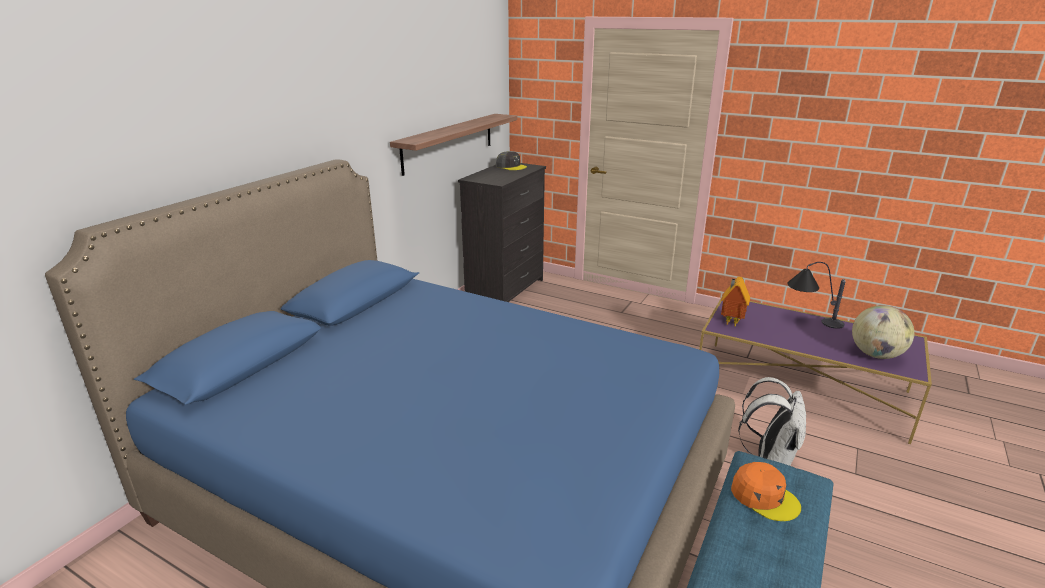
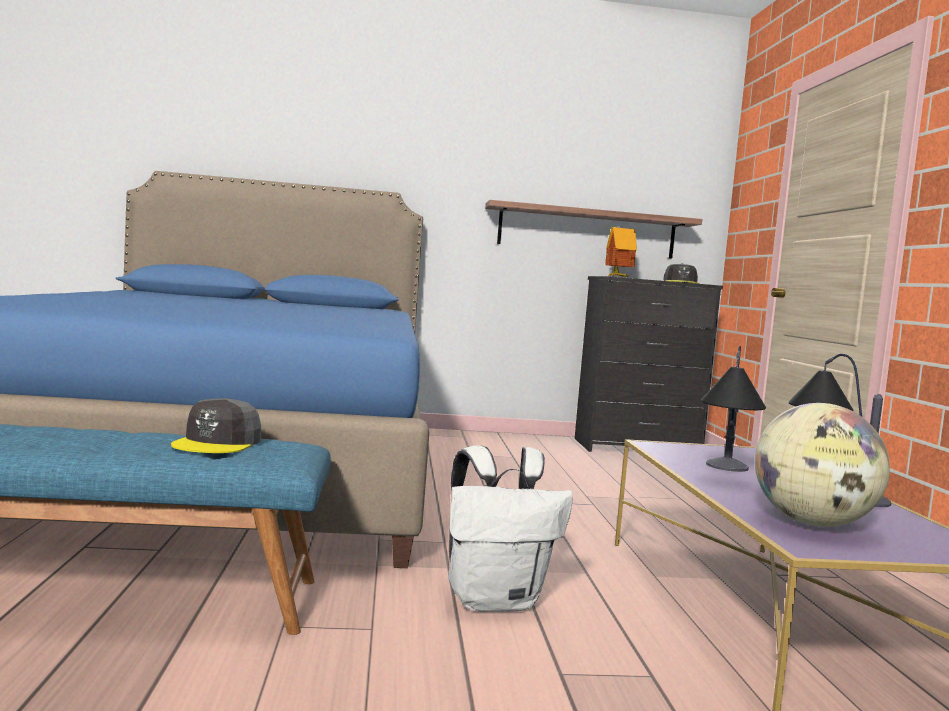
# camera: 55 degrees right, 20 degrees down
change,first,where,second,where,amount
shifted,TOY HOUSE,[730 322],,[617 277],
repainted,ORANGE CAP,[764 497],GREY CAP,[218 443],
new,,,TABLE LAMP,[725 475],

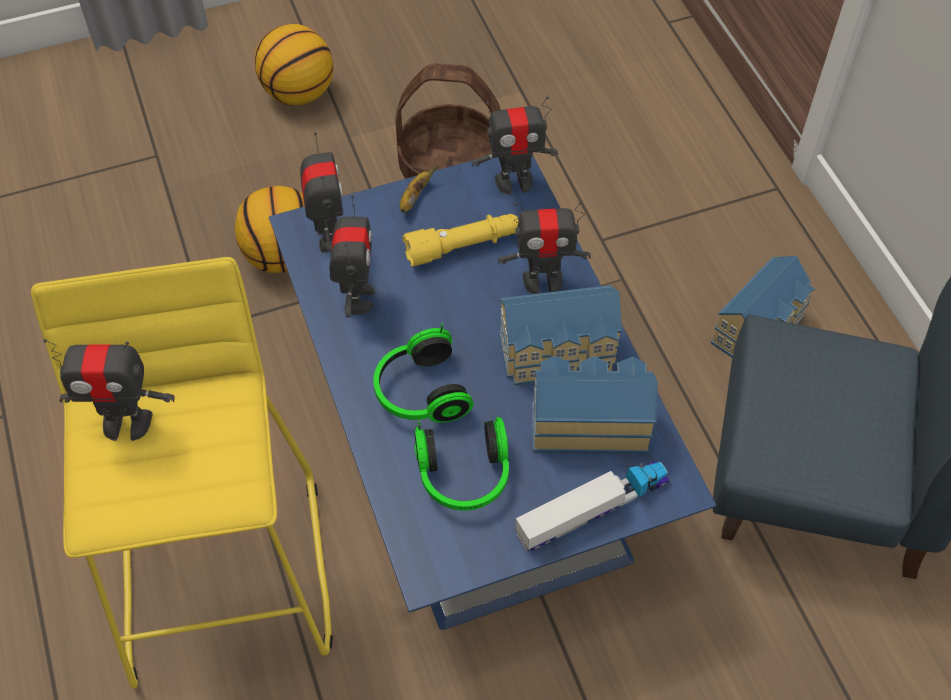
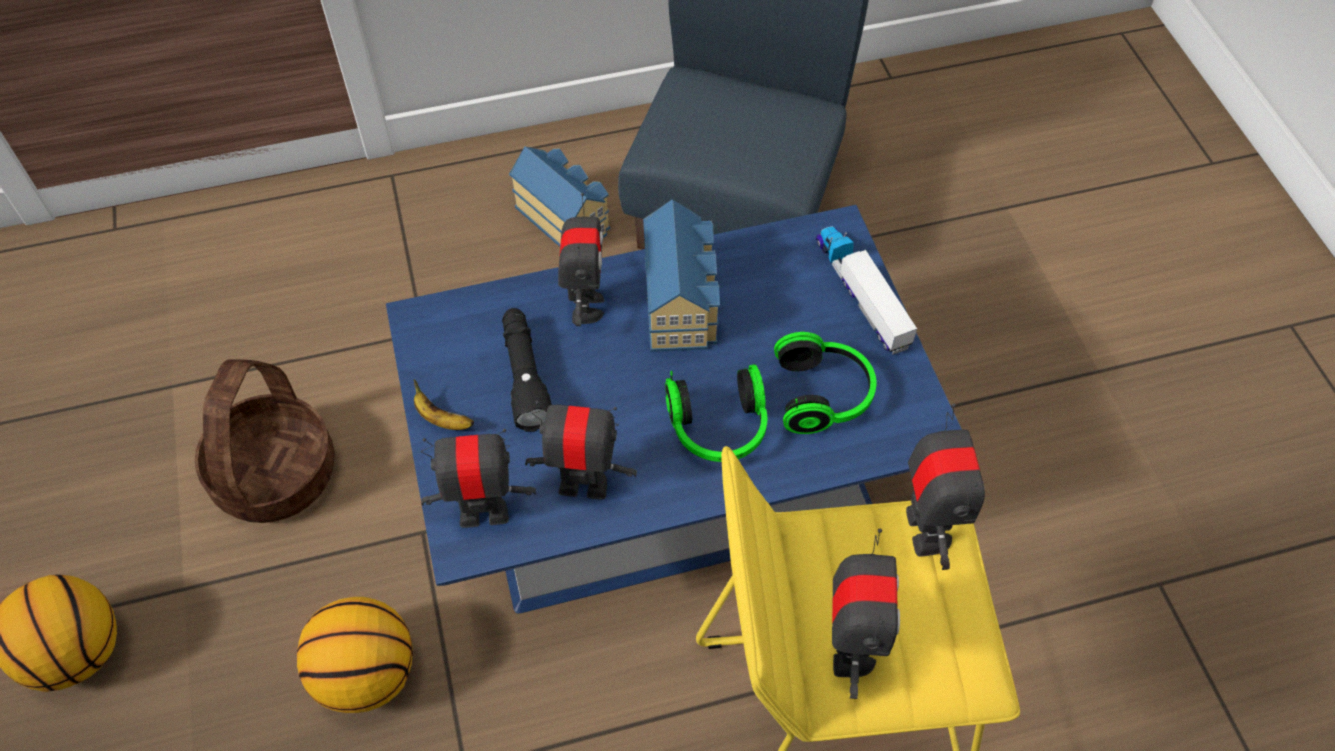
# camera: 85 degrees left, 0 degrees up
change,first,where,second,where,amount
shifted,TOY ROBOT,[514 181],,[926 530],
repainted,YELLOW FLASHLIGHT,[462 246],BLACK FLASHLIGHT,[525 376],
gone,TOY HOUSE,[588 422],,,

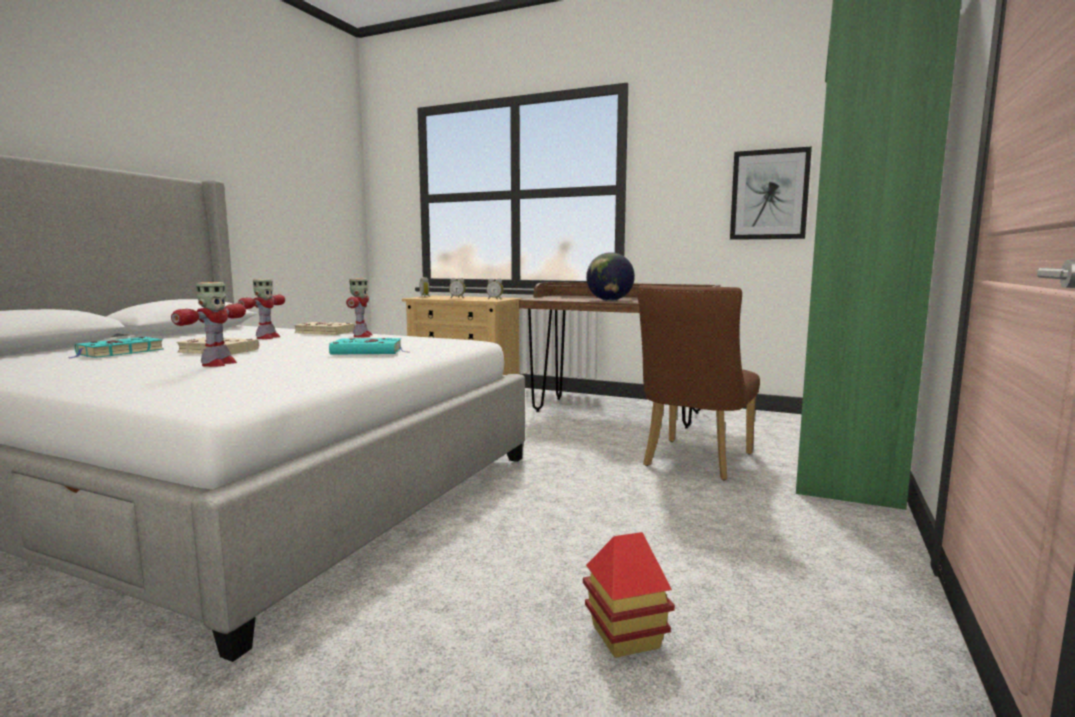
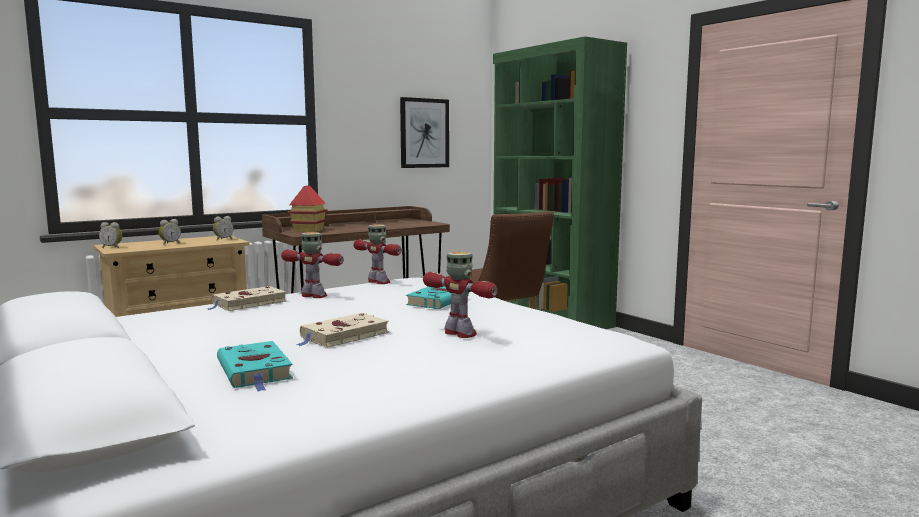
# camera: 60 degrees left, 0 degrees up
change,first,where,second,where,amount
gone,GLOBE,[609 300],,,
shifted,TOY ROBOT,[267 337],,[379 282],
shifted,TOY HOUSE,[625 636],,[308 230],

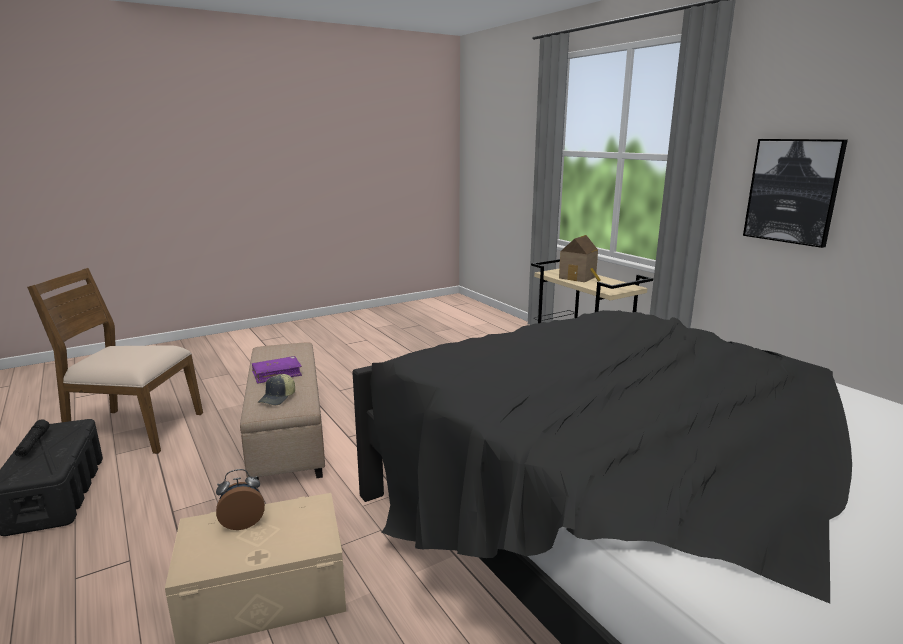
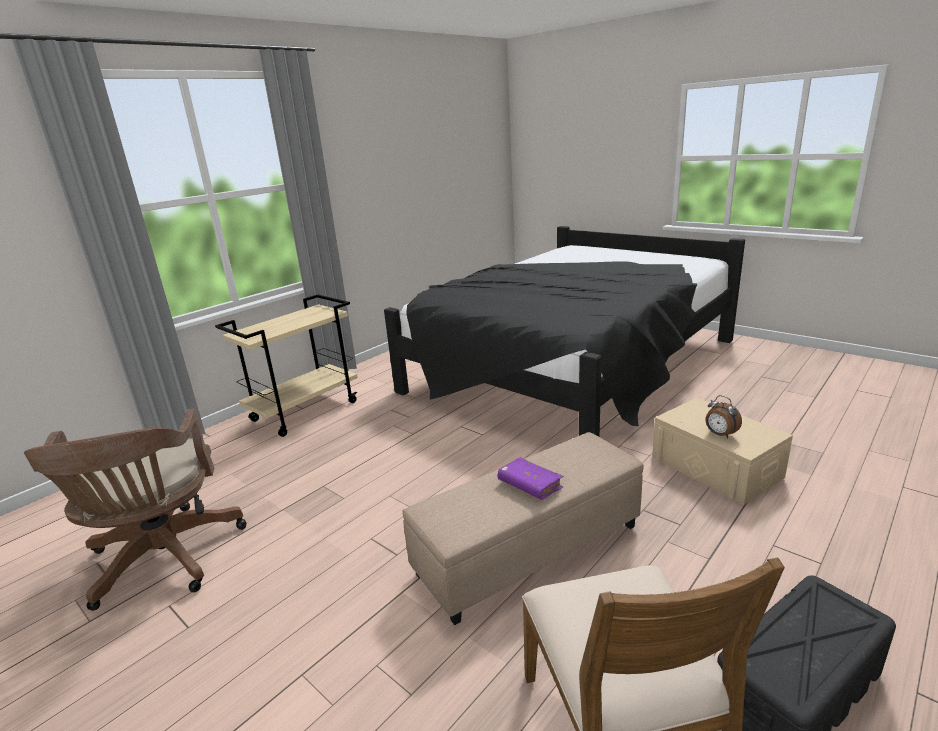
# camera: 105 degrees left, 5 degrees up
change,first,where,second,where,amount
gone,PICTURE,[792 191],,,
gone,TOY HOUSE,[579 278],,,
gone,CAP,[278 398],,,
gone,BLACK FLASHLIGHT,[33 444],,,
new,,,BROWN OFFICE CHAIR,[164 561],

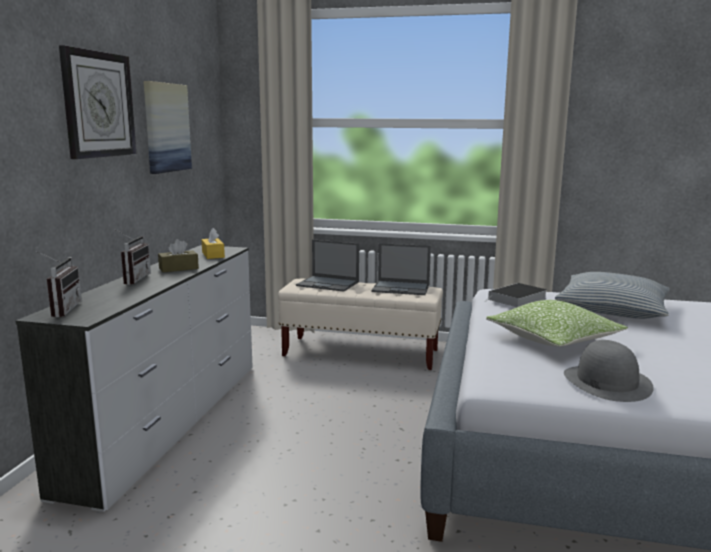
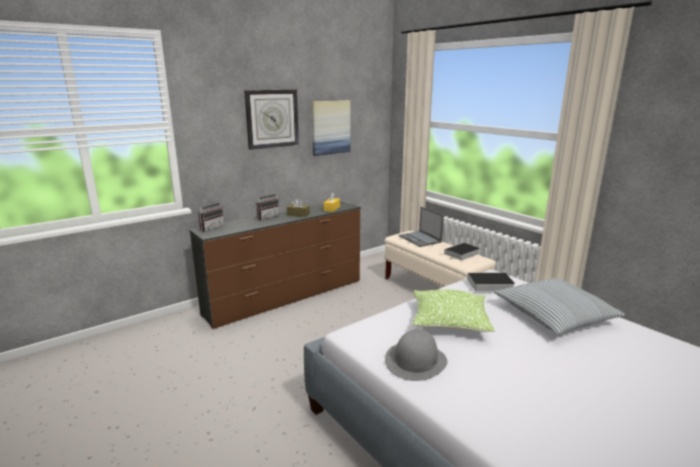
# camera: 40 degrees right, 5 degrees up
change,first,where,second,where,amount
swapped,LAPTOP,[401 288],BOOK,[461 254],
repainted,WHITE DRESSER,[170 421],BROWN DRESSER,[286 297],

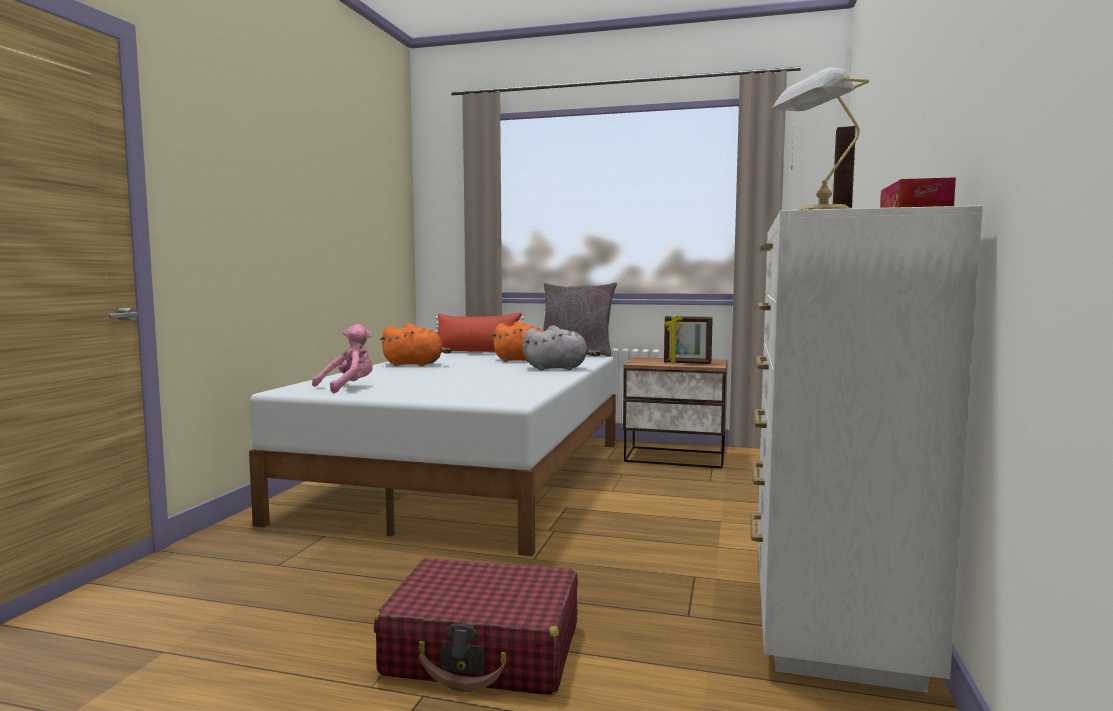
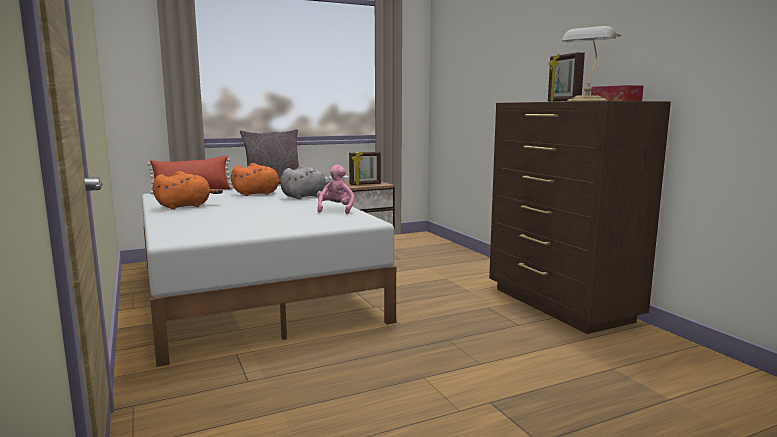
# camera: 40 degrees left, 5 degrees up
change,first,where,second,where,amount
repainted,WHITE DRESSER,[828 612],BROWN DRESSER,[560 305],
shifted,PINK PLUSH TOY,[348 387],,[335 210],
gone,RED SUITCASE,[484 650],,,

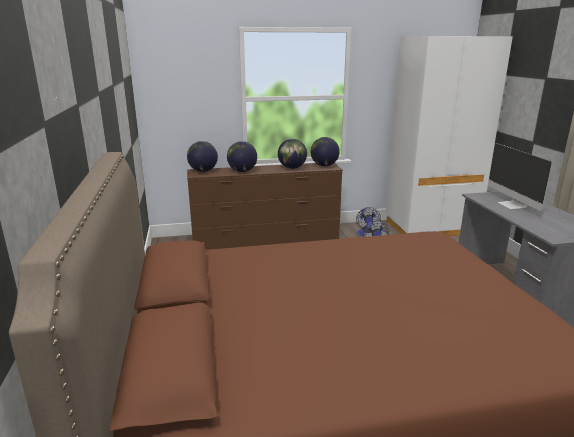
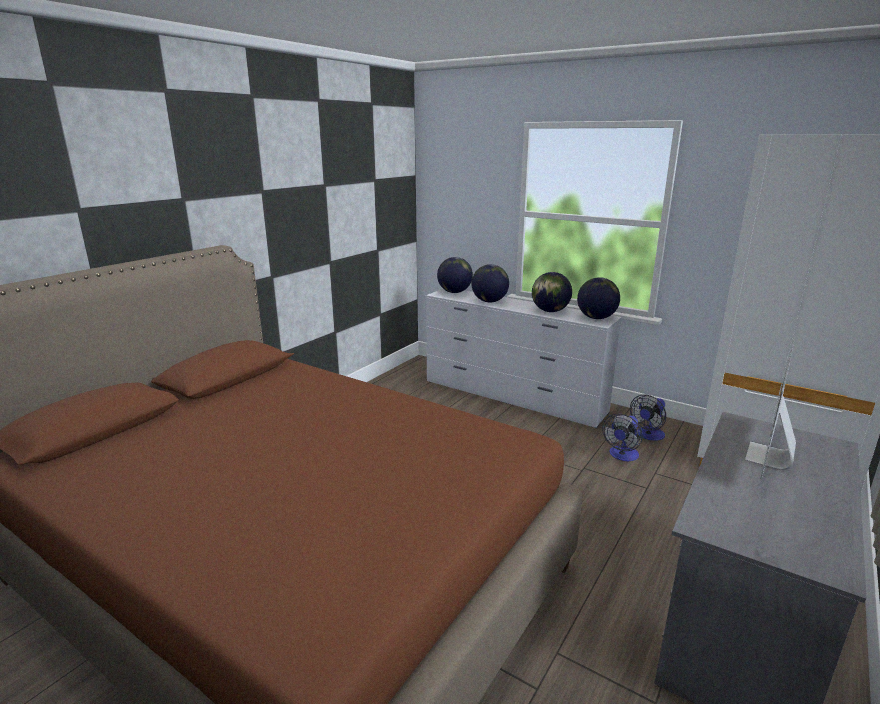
# camera: 45 degrees right, 0 degrees up
change,first,where,second,where,amount
repainted,BROWN DRESSER,[266 241],WHITE DRESSER,[512 397],

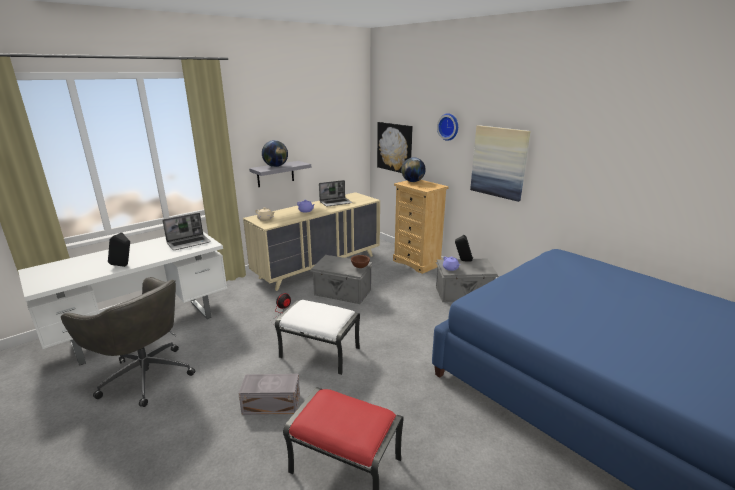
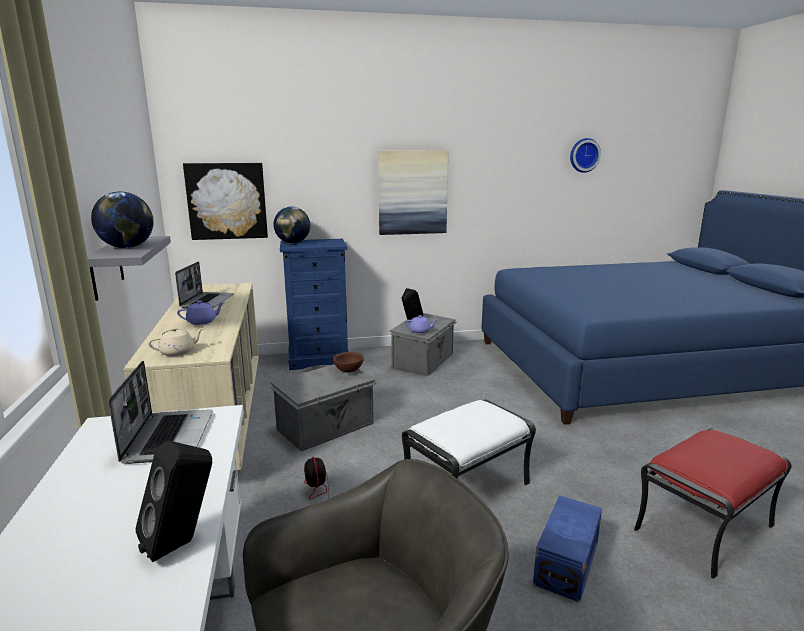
# camera: 60 degrees left, 5 degrees down
change,first,where,second,where,amount
shifted,WALL CLOCK,[449 126],,[584 155],
repainted,BEIGE DRESSER,[417 262],BLUE DRESSER,[319 359],
repainted,GREY STORAGE BOX,[271 403],BLUE STORAGE BOX,[565 563],

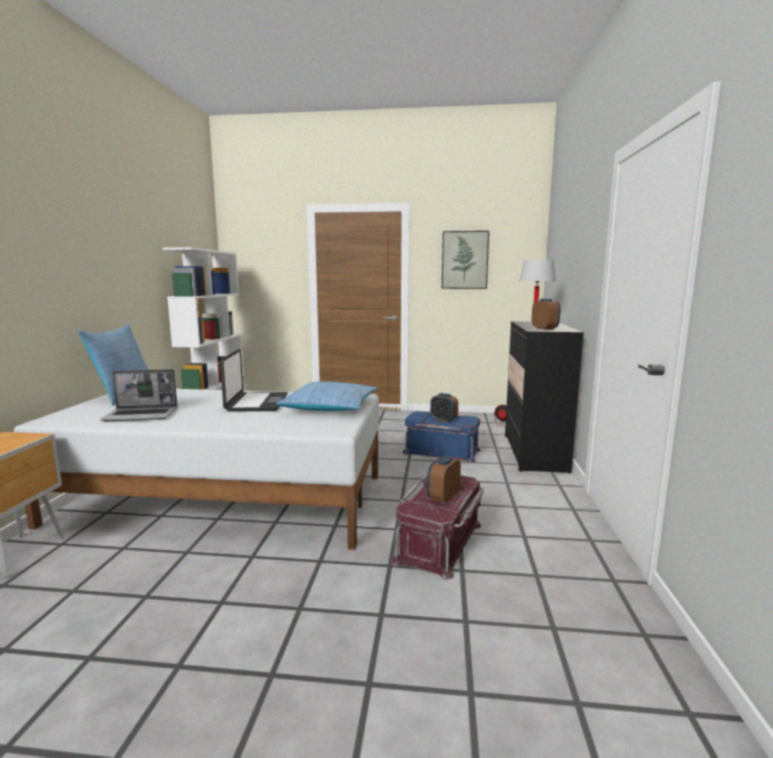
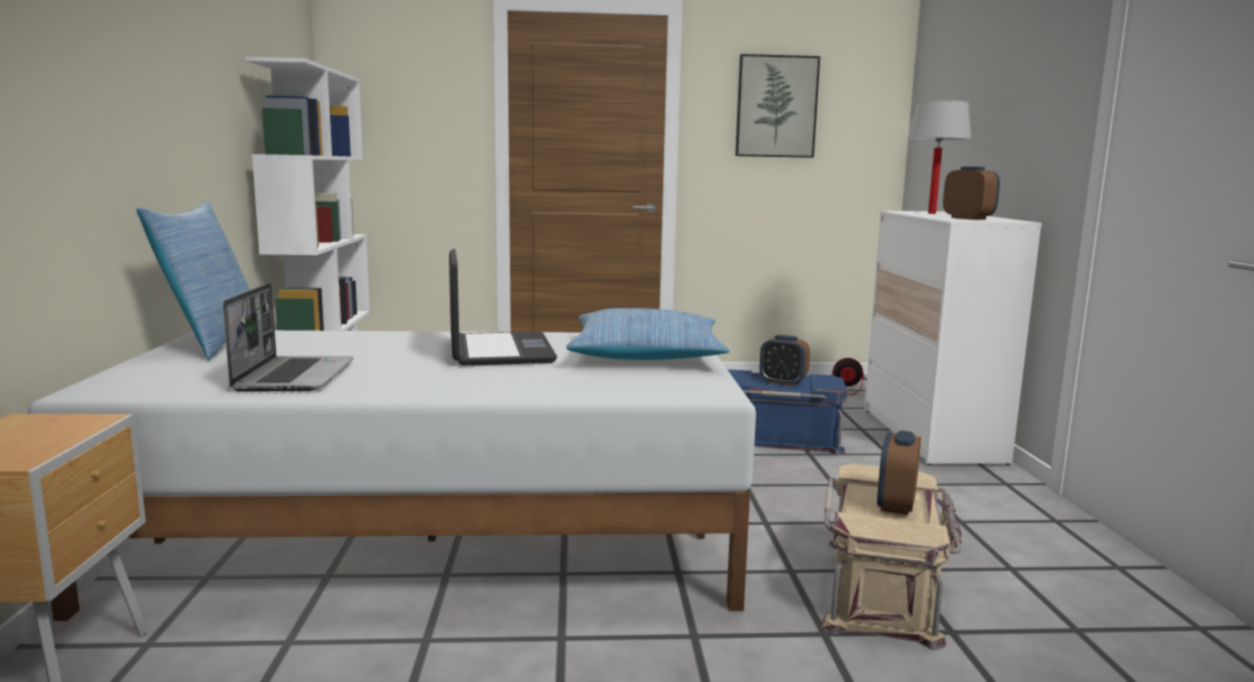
# camera: 10 degrees left, 0 degrees up
change,first,where,second,where,amount
repainted,BLACK DRESSER,[534 453],WHITE DRESSER,[930 435],
rotated,LAPTOP,[142 415],,[294 376],75 degrees counterclockwise
repainted,RED STORAGE BOX,[440 543],BEIGE STORAGE BOX,[883 589],

